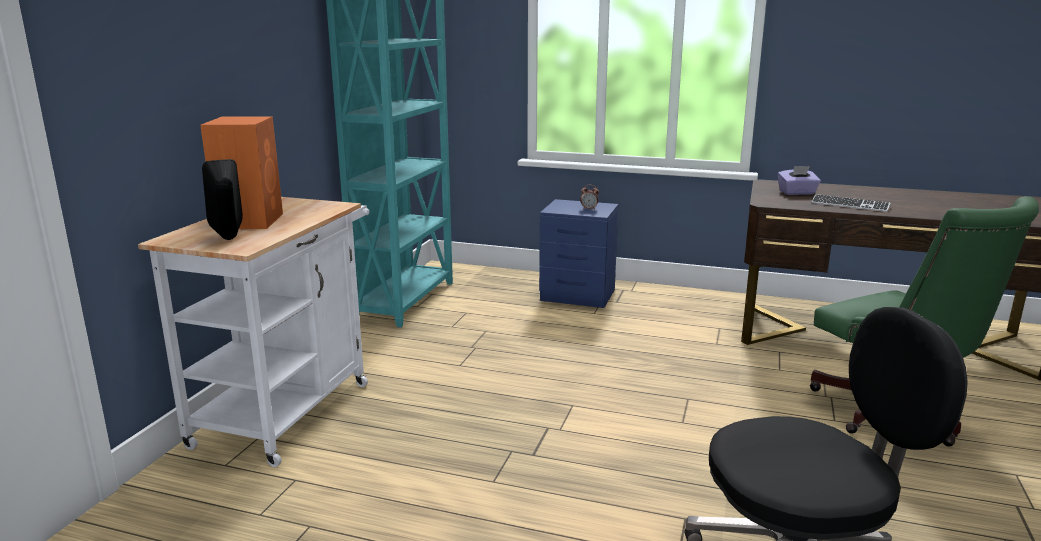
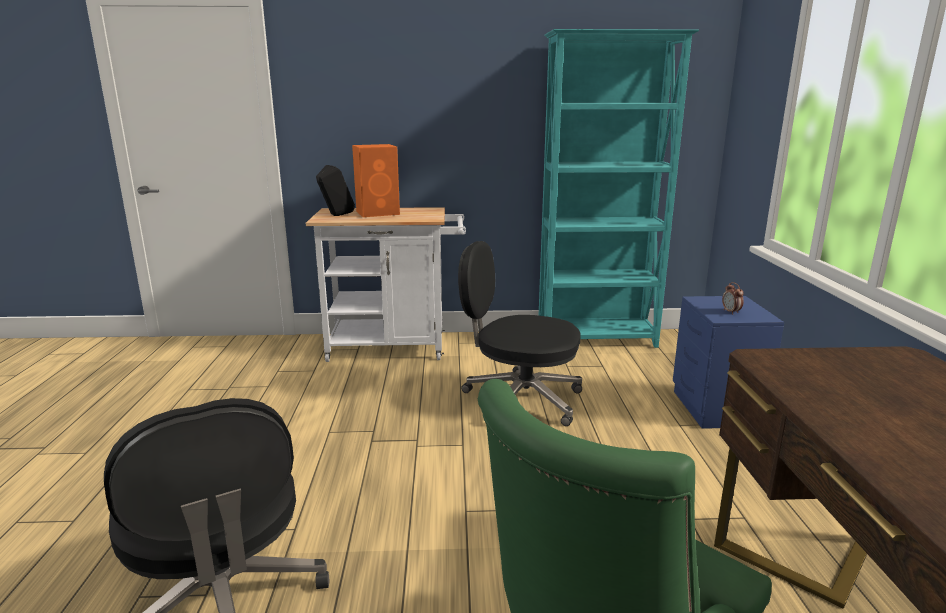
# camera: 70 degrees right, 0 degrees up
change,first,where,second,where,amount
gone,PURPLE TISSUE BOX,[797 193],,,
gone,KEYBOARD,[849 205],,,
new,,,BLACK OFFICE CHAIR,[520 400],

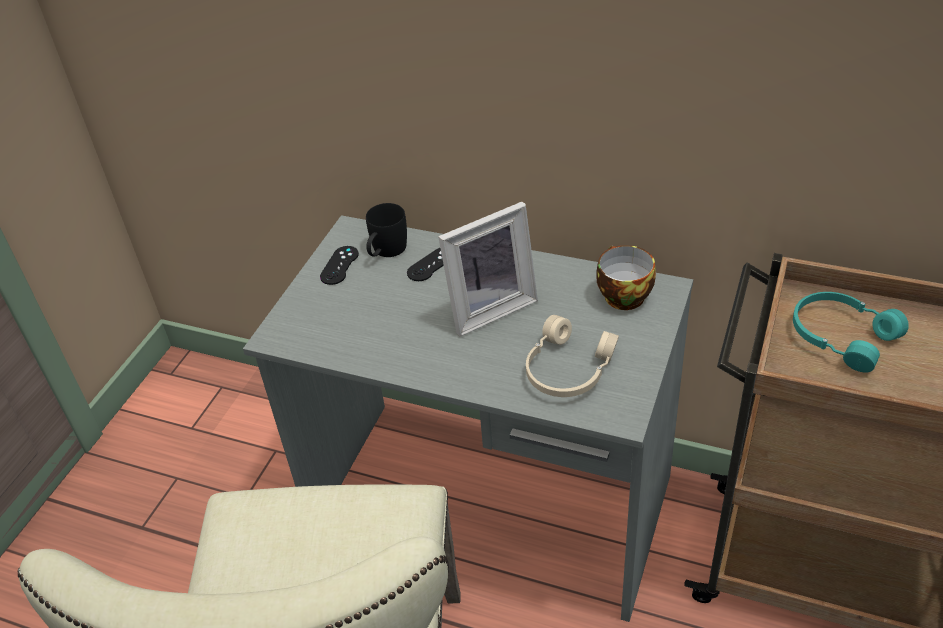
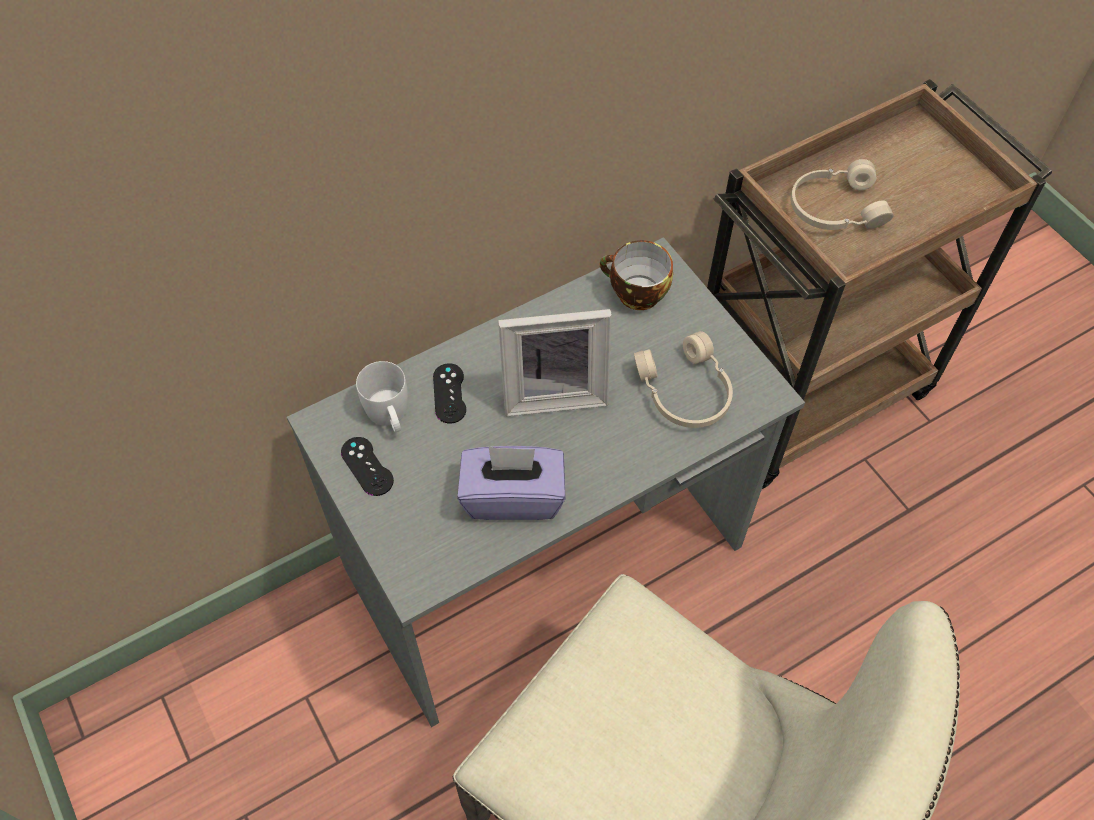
# camera: 55 degrees left, 15 degrees up
change,first,where,second,where,amount
rotated,PICTURE FRAME,[488 307],,[554 392],75 degrees clockwise
repainted,BLACK MUG,[386 252],WHITE MUG,[390 416],
repainted,TURQUOISE HEADPHONES,[841 336],BEIGE HEADPHONES,[834 207],
new,,,PURPLE TISSUE BOX,[513 496],

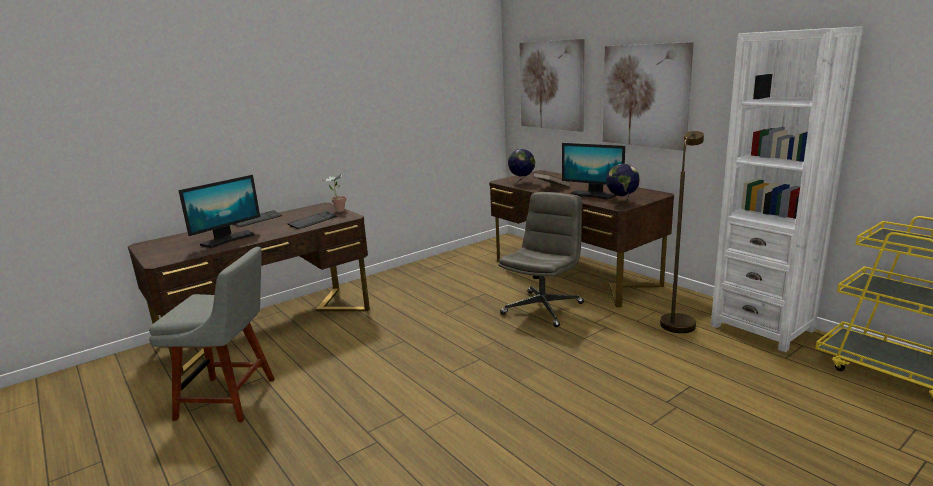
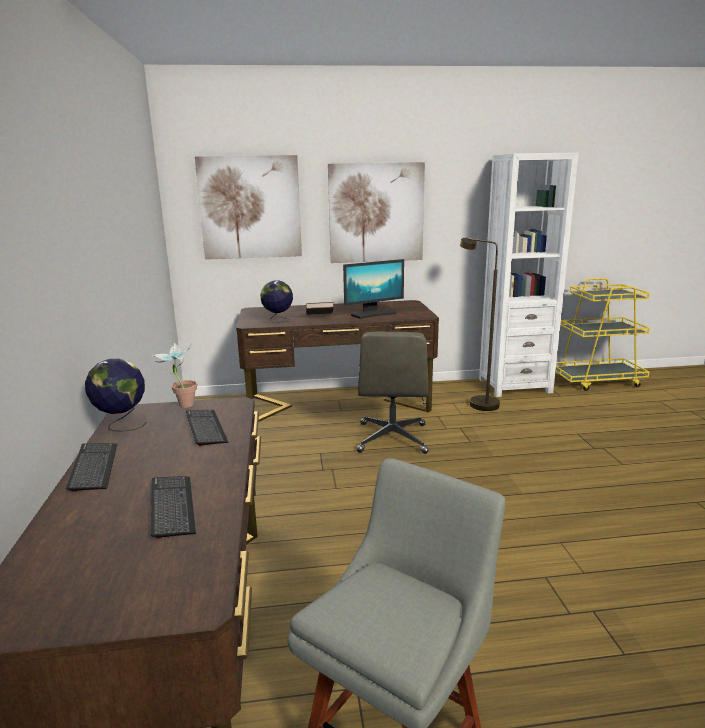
# camera: 60 degrees left, 0 degrees up
change,first,where,second,where,amount
shifted,GLOBE,[621 204],,[121 425],
swapped,MONITOR,[228 239],KEYBOARD,[172 507],
rotated,GREY OFFICE CHAIR,[542 308],,[392 438],150 degrees counterclockwise

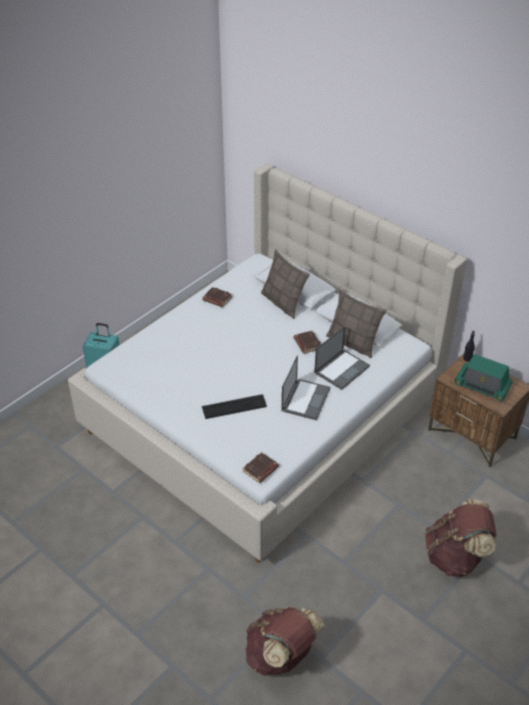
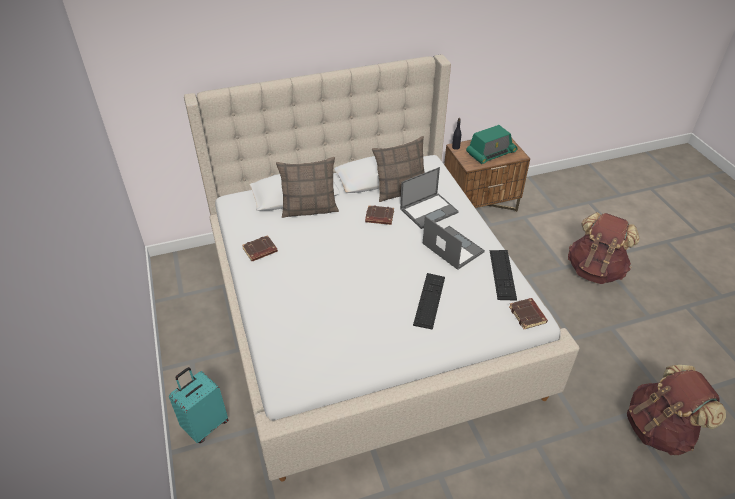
# camera: 60 degrees left, 0 degrees up
change,first,where,second,where,amount
rotated,LAPTOP,[342 369],,[429 210],75 degrees clockwise
new,,,KEYBOARD,[502 274],

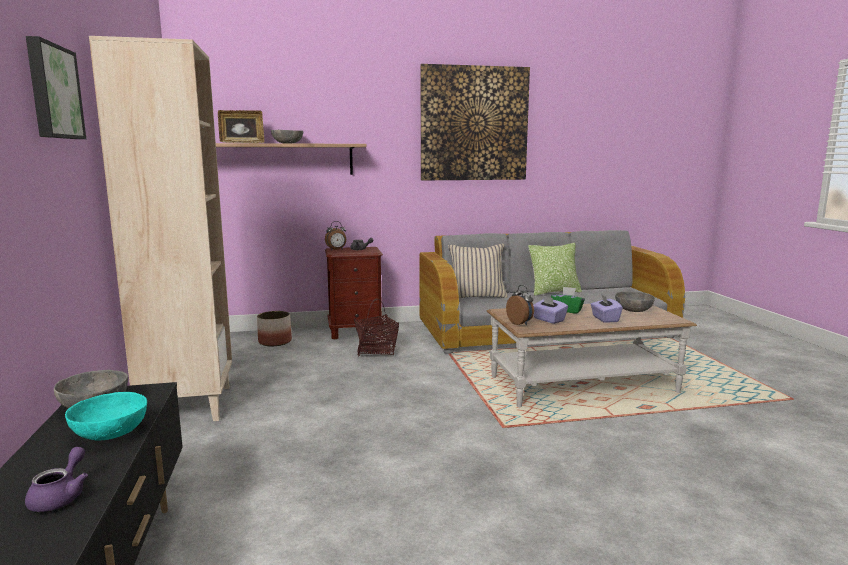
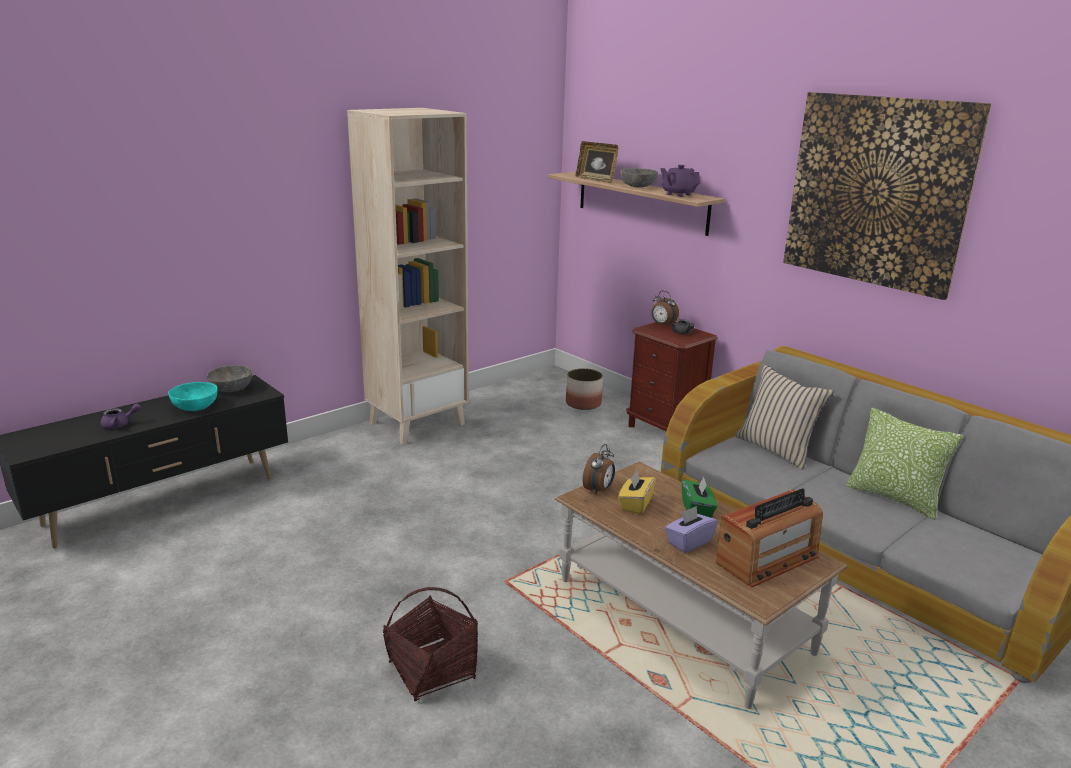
# camera: 60 degrees right, 10 degrees up
change,first,where,second,where,amount
gone,PICTURE,[52 92],,,
swapped,GREY BOWL,[633 310],RADIO,[767 559],
repainted,PURPLE TISSUE BOX,[548 320],YELLOW TISSUE BOX,[635 504],
shifted,BASKET,[376 350],,[432 671],
new,,,PURPLE TEAPOT,[678 194],

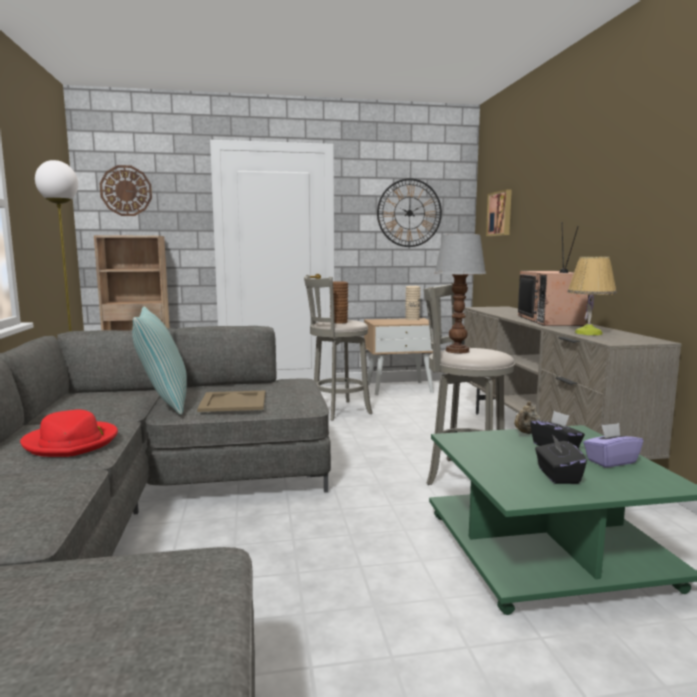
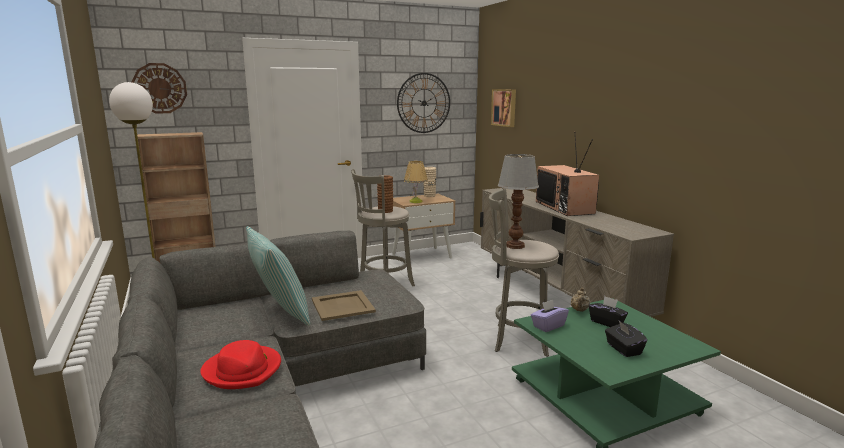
# camera: 15 degrees left, 5 degrees up
change,first,where,second,where,amount
shifted,TABLE LAMP,[588 333],,[415 201],
shifted,PURPLE TISSUE BOX,[610 461],,[548 326],

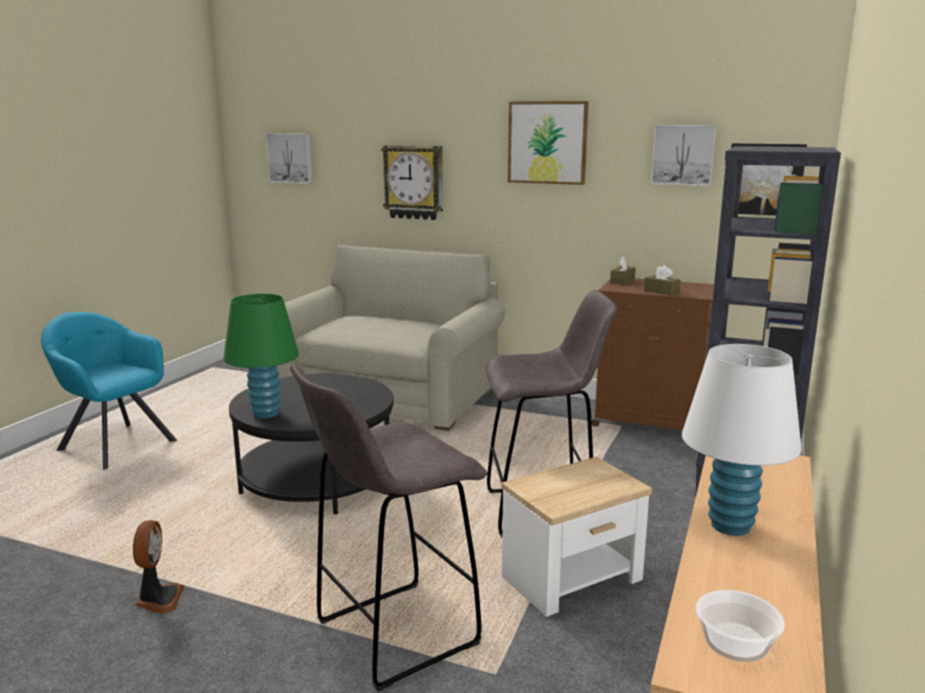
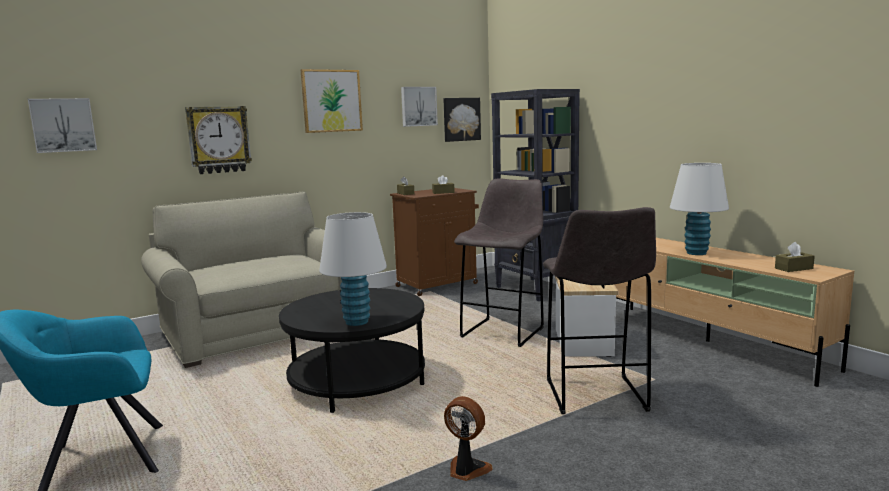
# camera: 55 degrees left, 5 degrees down
change,first,where,second,where,amount
repainted,GREEN TABLE LAMP,[266 414],WHITE TABLE LAMP,[357 322],
swapped,BOWL,[735 641],BROWN TISSUE BOX,[793 268],

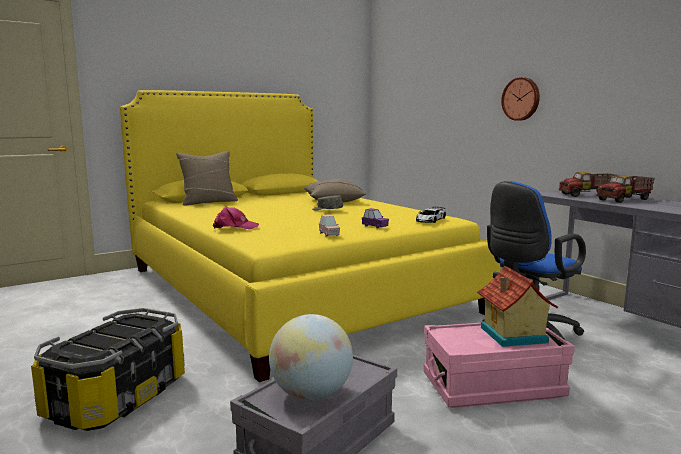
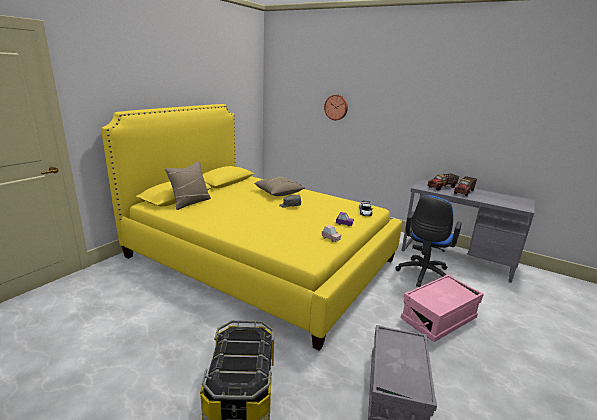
# camera: 25 degrees left, 10 degrees up
change,first,where,second,where,amount
shifted,WALL CLOCK,[521 99],,[336 107],
gone,PINK CAP,[235 227],,,
gone,TOY HOUSE,[512 335],,,
gone,GLOBE,[311 395],,,

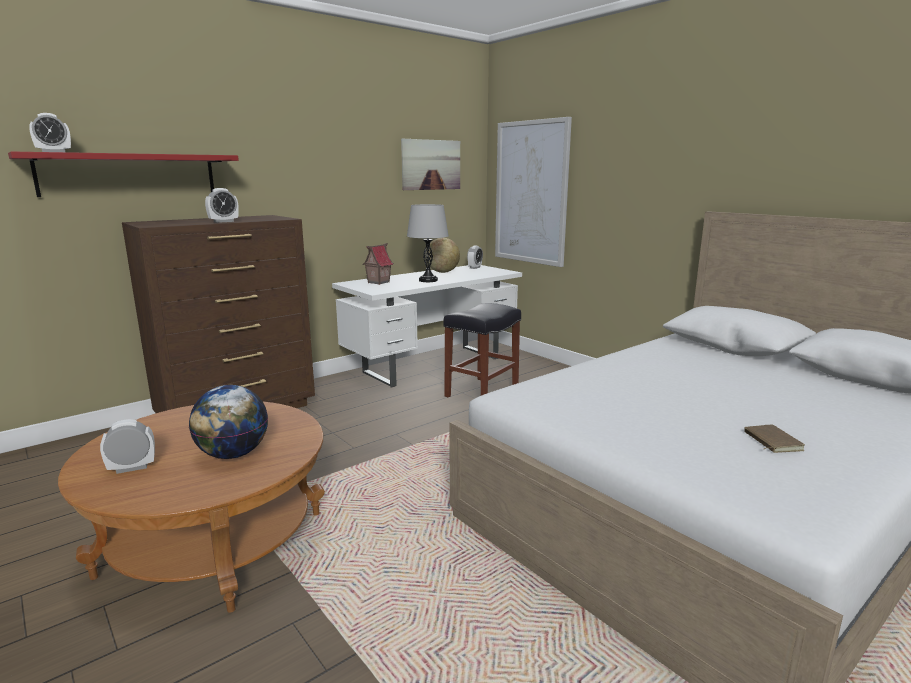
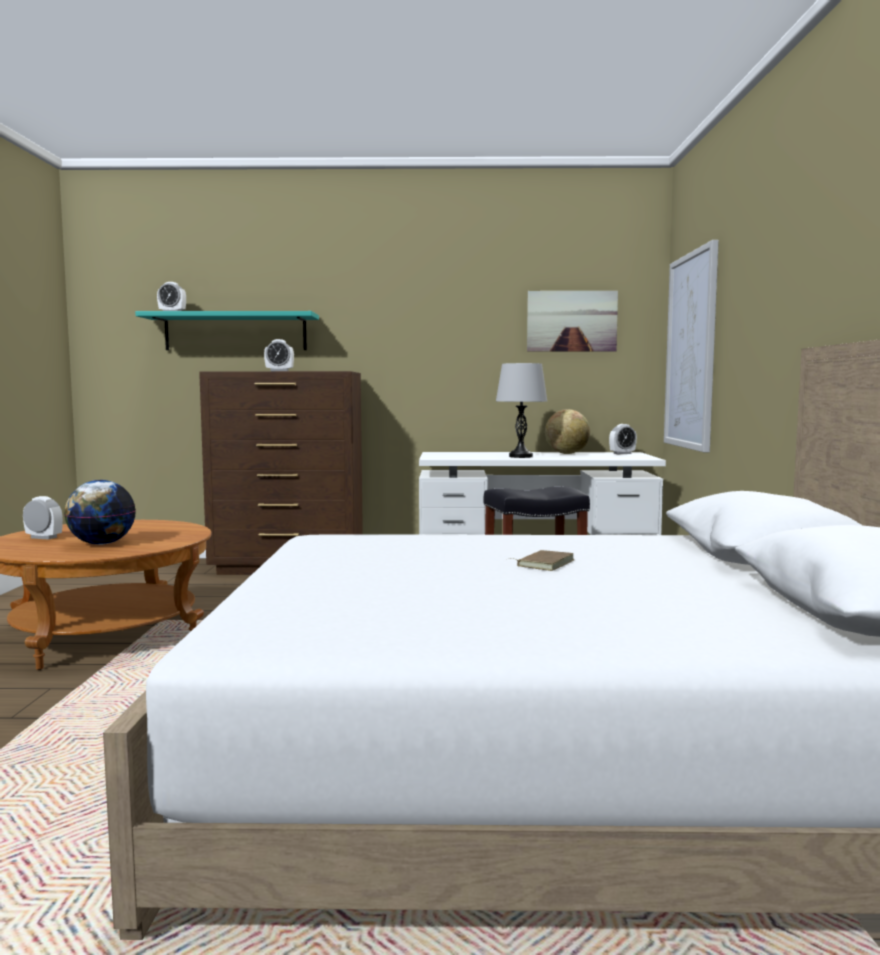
# camera: 40 degrees right, 10 degrees down
change,first,where,second,where,amount
repainted,RED SHELF,[129 175],TURQUOISE SHELF,[235 332],
gone,TOY HOUSE,[378 282],,,
shifted,BROWN BOOK,[771 441],,[544 563],

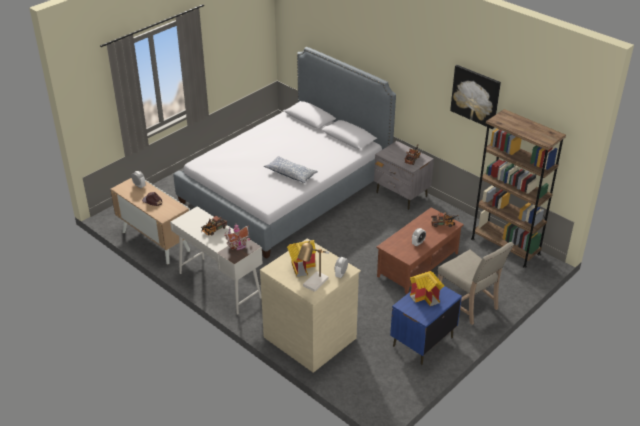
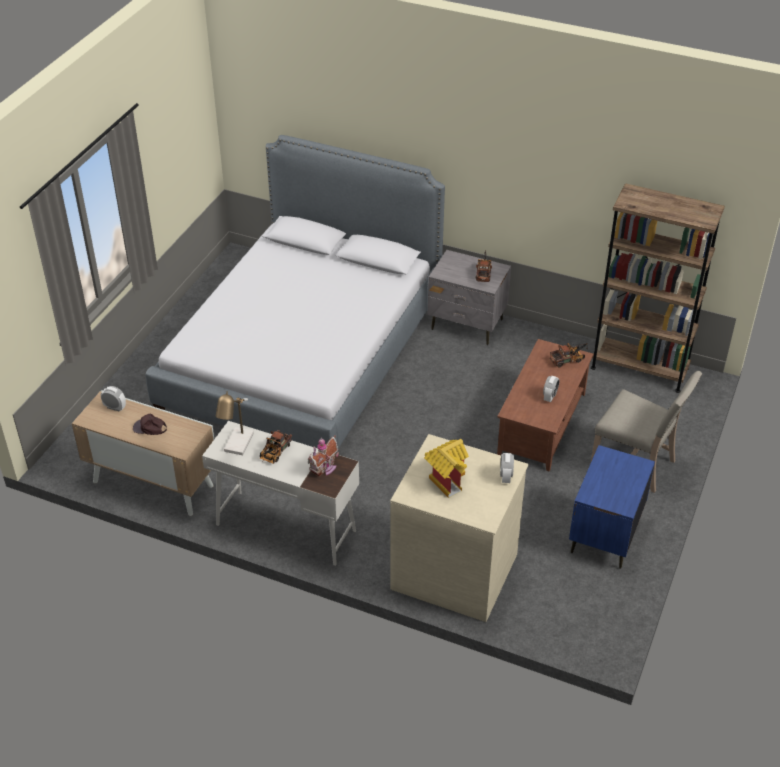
# camera: 20 degrees left, 5 degrees up
change,first,where,second,where,amount
gone,PICTURE,[475 96],,,
gone,PILLOW,[291 174],,,
shifted,TABLE LAMP,[314 284],,[238 446],
gone,TOY HOUSE,[426 297],,,

